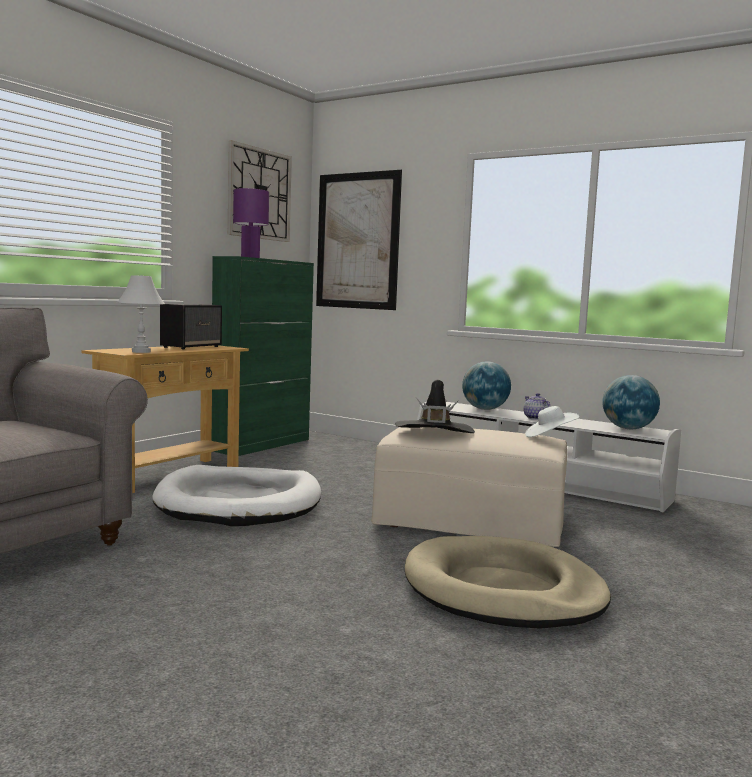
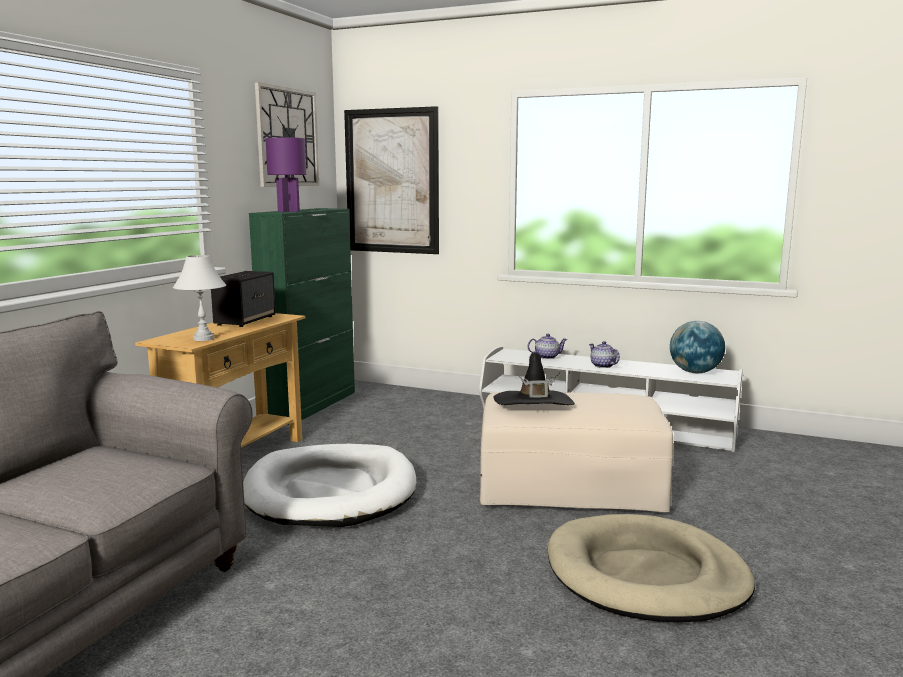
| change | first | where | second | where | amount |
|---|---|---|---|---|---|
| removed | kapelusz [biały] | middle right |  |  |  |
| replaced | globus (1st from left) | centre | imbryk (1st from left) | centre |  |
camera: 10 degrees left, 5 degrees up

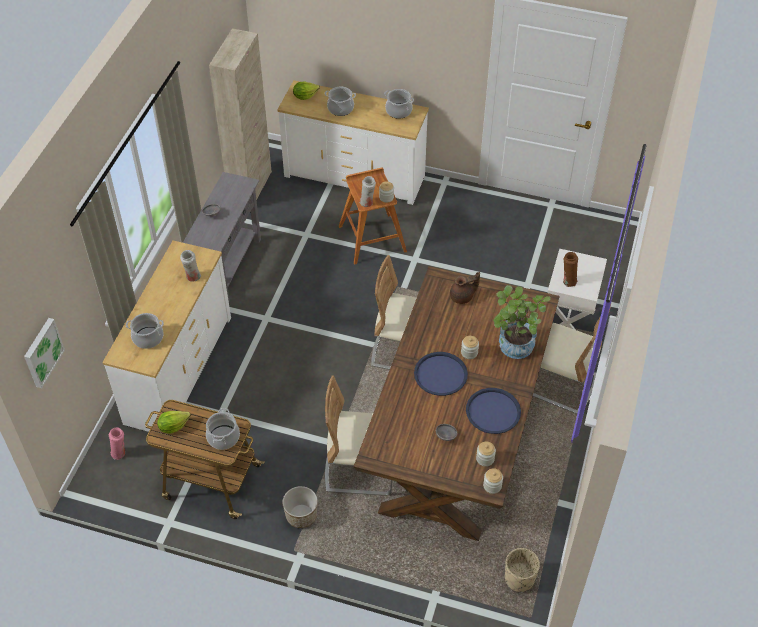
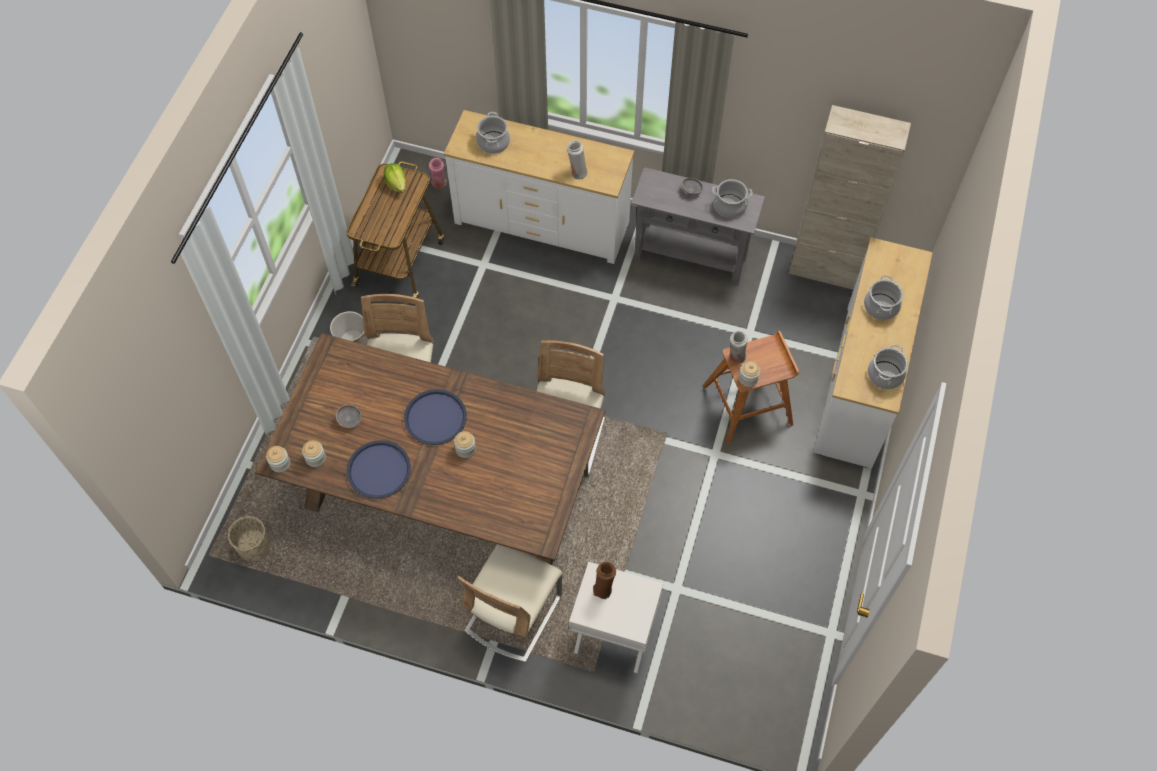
| change | first | where | second | where | amount |
|---|---|---|---|---|---|
| removed | obraz | middle left |  |  |  |
| removed | sałata (2nd from left) | top centre |  |  |  |
| removed | imbryk [brązowy] | centre |  |  |  |
| removed | roślina doniczkowa | middle right |  |  |  |
| moved | garnek (2nd from left) | bottom left |  | top centre |  |
camera: 90 degrees right, 10 degrees up

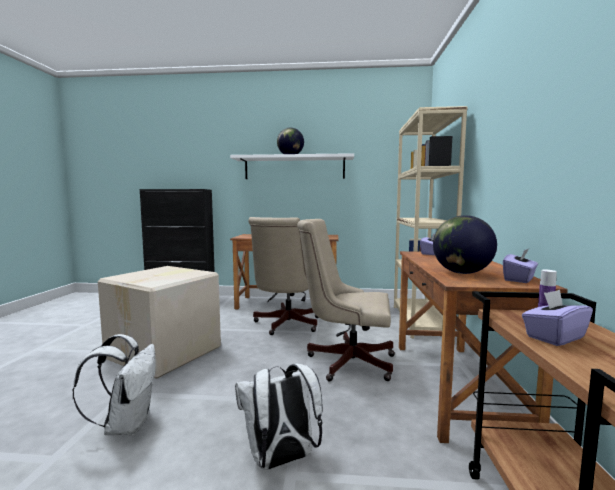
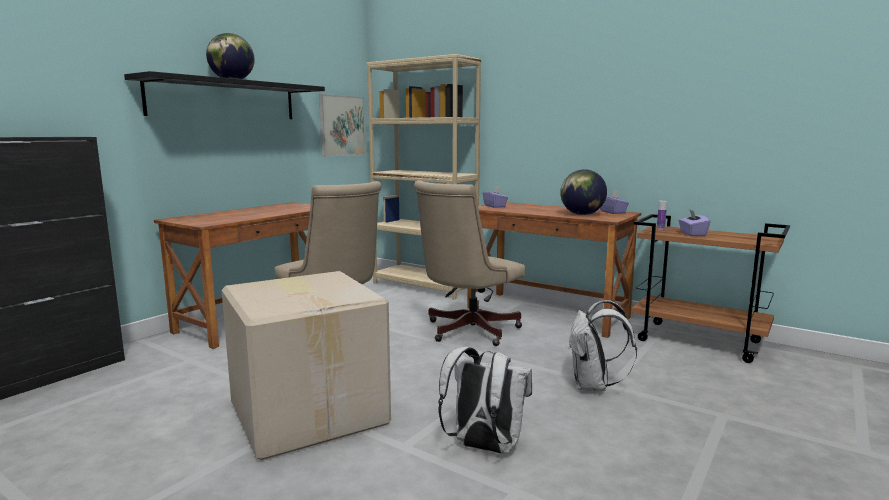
| change | first | where | second | where | amount |
|---|---|---|---|---|---|
| added |  |  | obraz | top centre |  |
| recoloured | półka [biały] | centre | półka [czarny] | top left |  |
camera: 60 degrees left, 5 degrees up

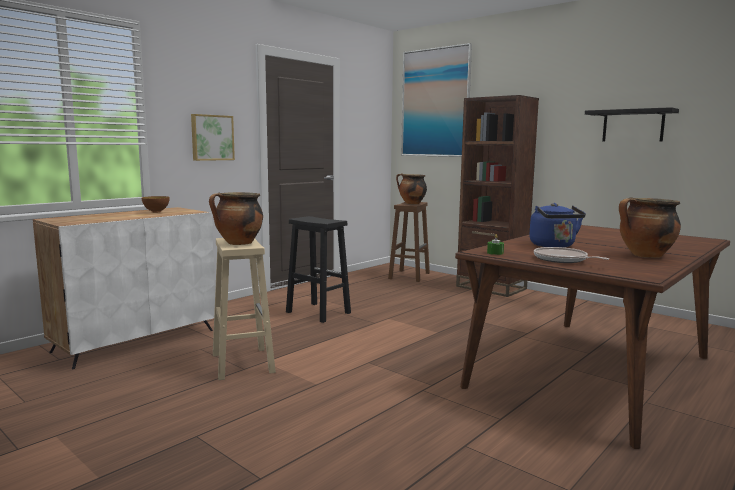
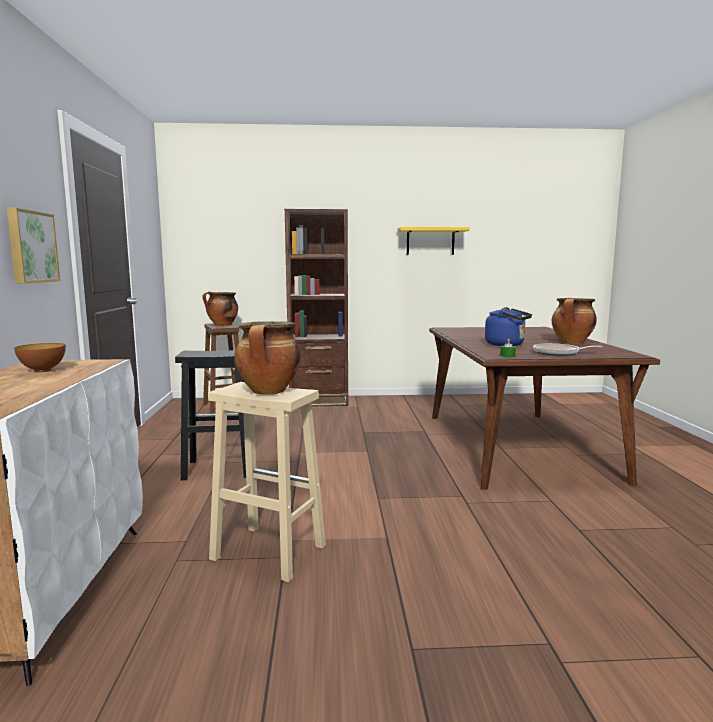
| change | first | where | second | where | amount |
|---|---|---|---|---|---|
| removed | obraz (2nd from left) | top centre |  |  |  |
| recoloured | półka [czarny] | top right | półka [żółty] | centre |  |
camera: 45 degrees left, 0 degrees up

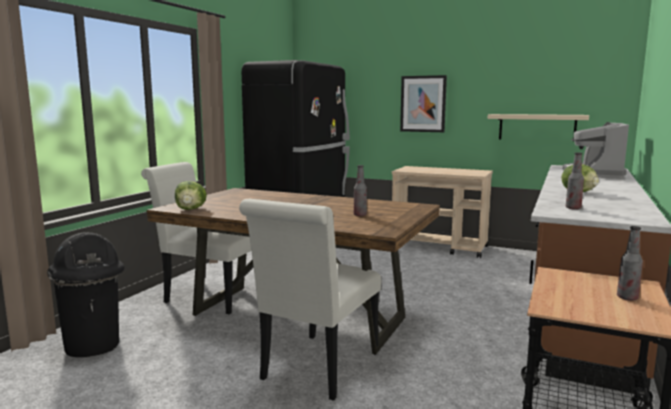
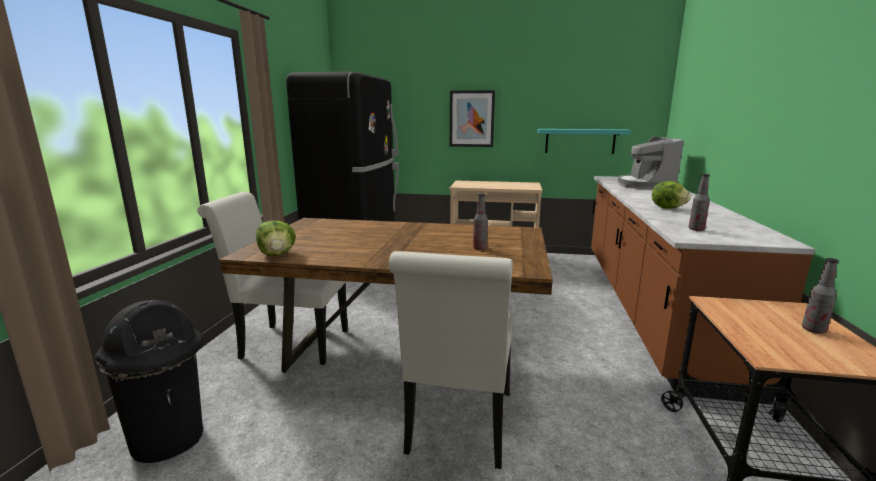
| change | first | where | second | where | amount |
|---|---|---|---|---|---|
| recoloured | półka [beżowy] | top right | półka [turkusowy] | top right |  |
camera: 15 degrees left, 5 degrees up

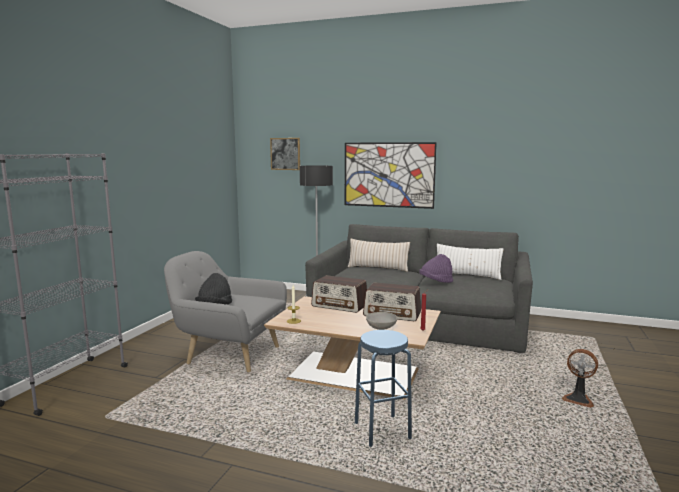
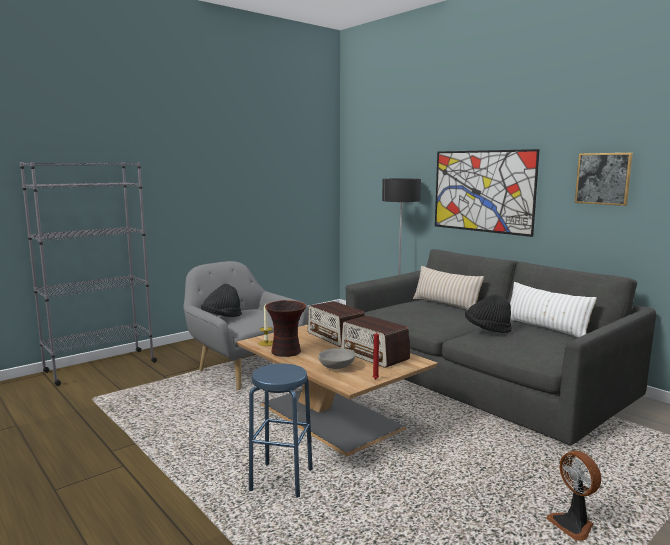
| change | first | where | second | where | amount |
|---|---|---|---|---|---|
| added |  |  | wazon | centre |  |
| moved | obraz (1st from left in the first image) | top centre | obraz (2nd from left) | top right |  |
| recoloured | kapelusz [fioletowy] | centre | kapelusz [czarny] (2nd from left) | middle right |  |
camera: 30 degrees right, 0 degrees up

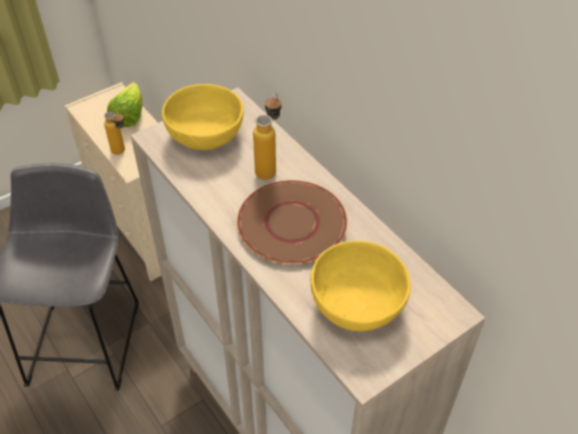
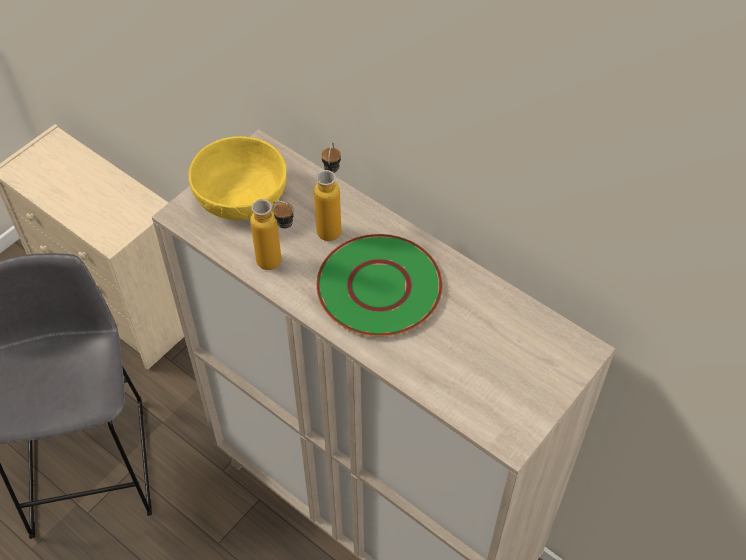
| change | first | where | second | where | amount |
|---|---|---|---|---|---|
| removed | sałata | top left |  |  |  |
| removed | miska [żółty] (2nd from left) | centre |  |  |  |
| moved | butelka (1st from left) | top left |  | centre |  |
| recoloured | talerz [brązowy] | centre | talerz [zielony] | centre |  |
camera: 15 degrees left, 5 degrees up

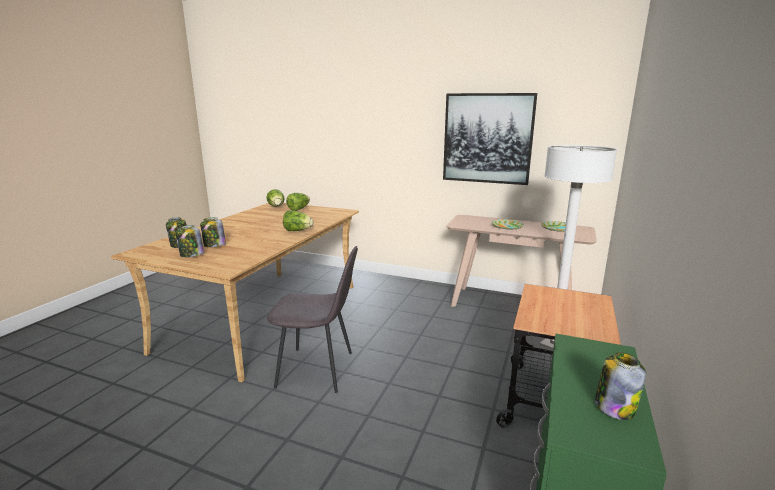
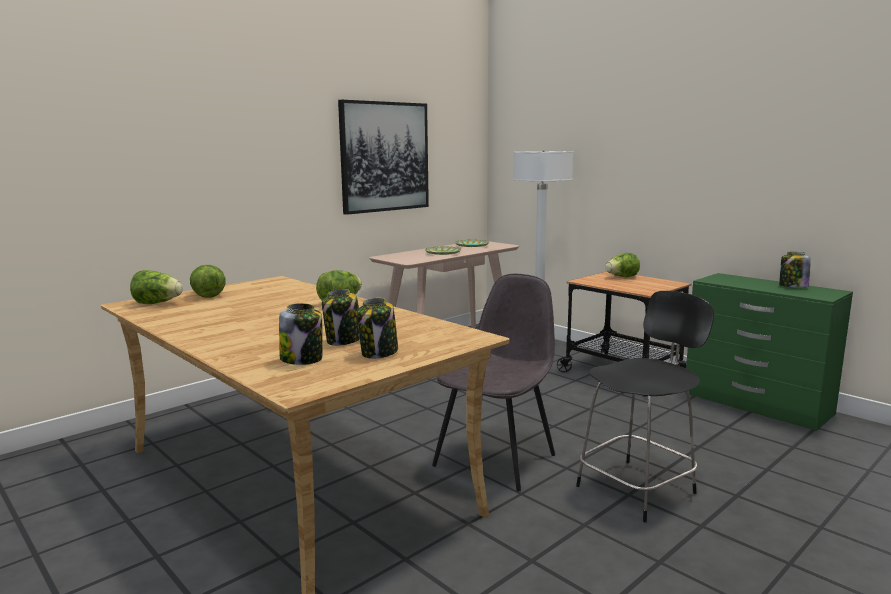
| change | first | where | second | where | amount |
|---|---|---|---|---|---|
| added |  |  | stołek [czarny] | bottom right |  |
| added |  |  | sałata (4th from left) | middle right |  |
camera: 65 degrees left, 5 degrees down

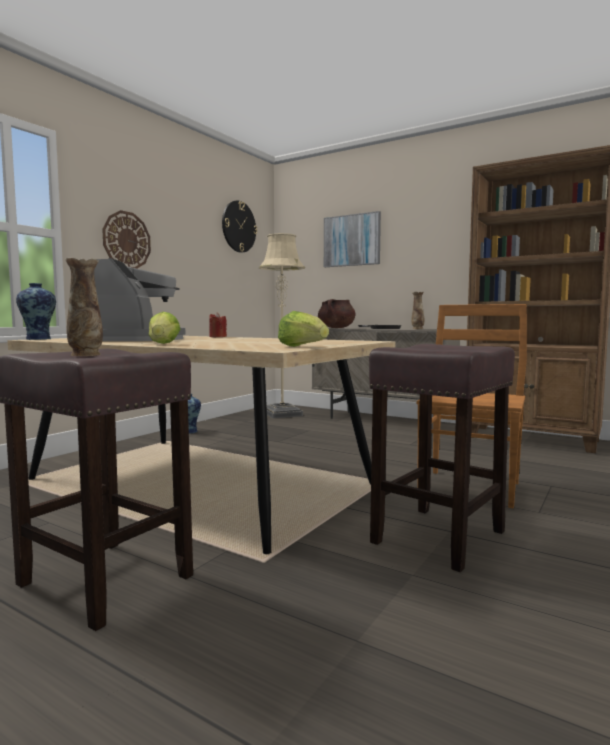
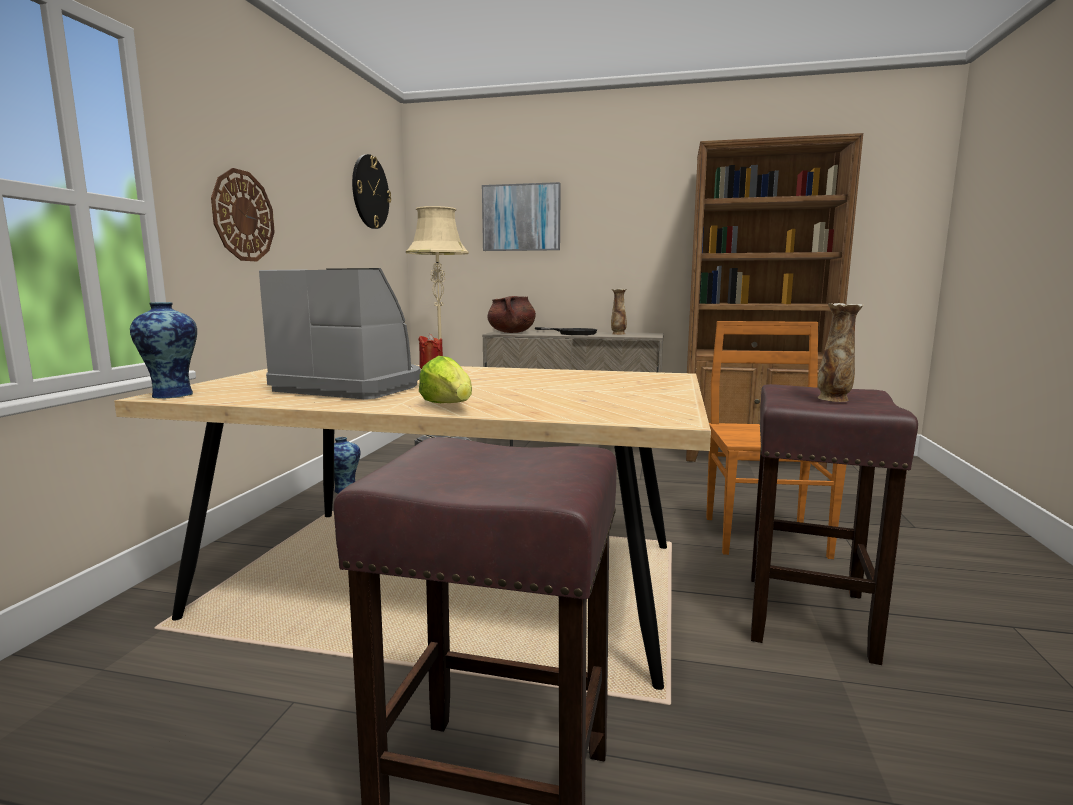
| change | first | where | second | where | amount |
|---|---|---|---|---|---|
| removed | sałata (2nd from left) | centre |  |  |  |
| moved | wazon (2nd from left in the first image) | middle left | wazon (4th from left) | middle right |  |
| turned | ekspres do kawy | middle left |  | middle left | 45 degrees counterclockwise |
camera: 20 degrees left, 5 degrees up

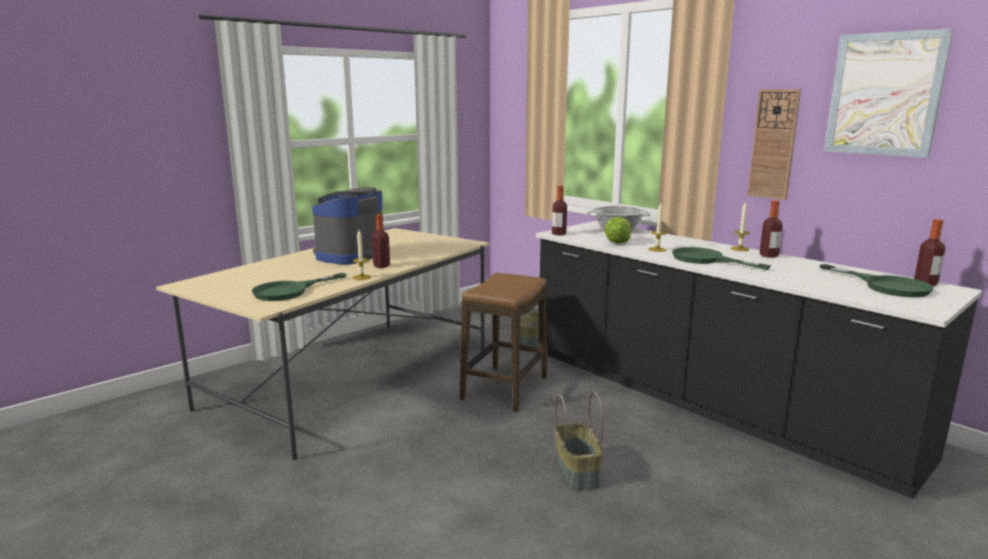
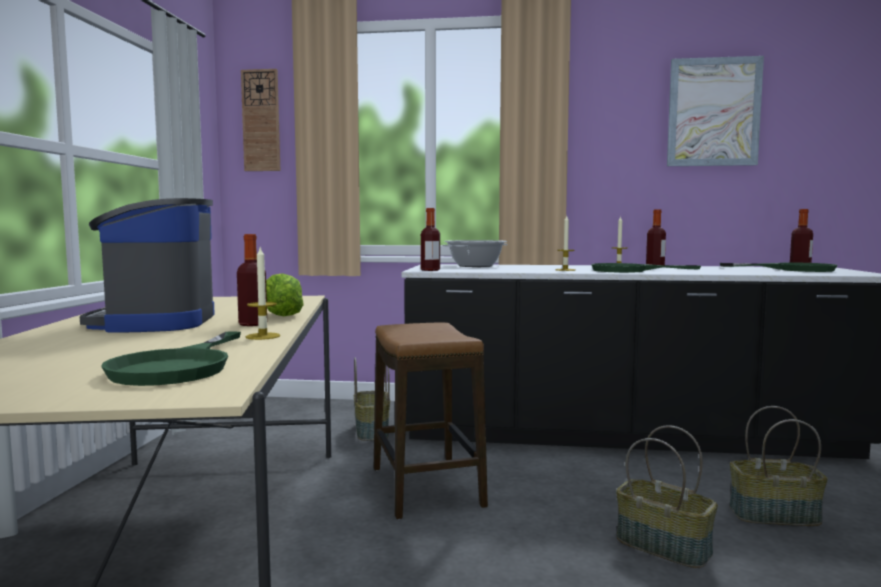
| change | first | where | second | where | amount |
|---|---|---|---|---|---|
| added |  |  | koszyk (3rd from left) | bottom right |  |
| moved | sałata | centre |  | middle left |  |
| moved | zegar ścienny | top right |  | top left |  |
camera: 40 degrees left, 10 degrees down

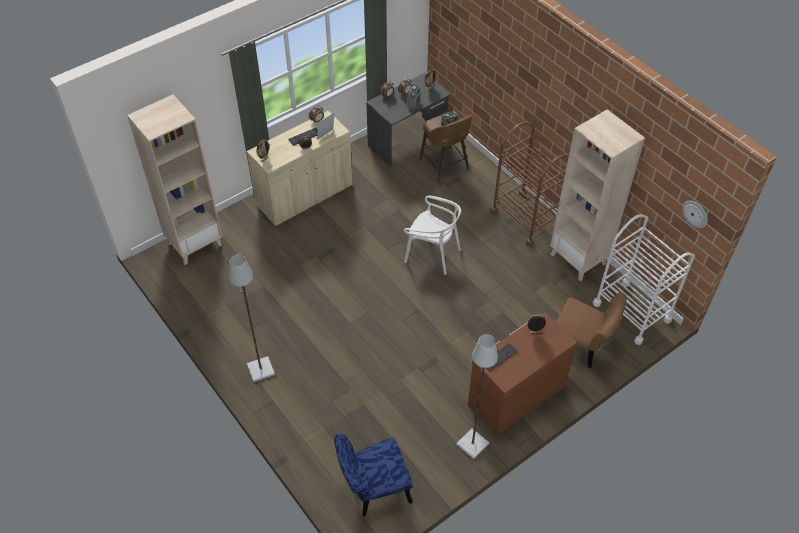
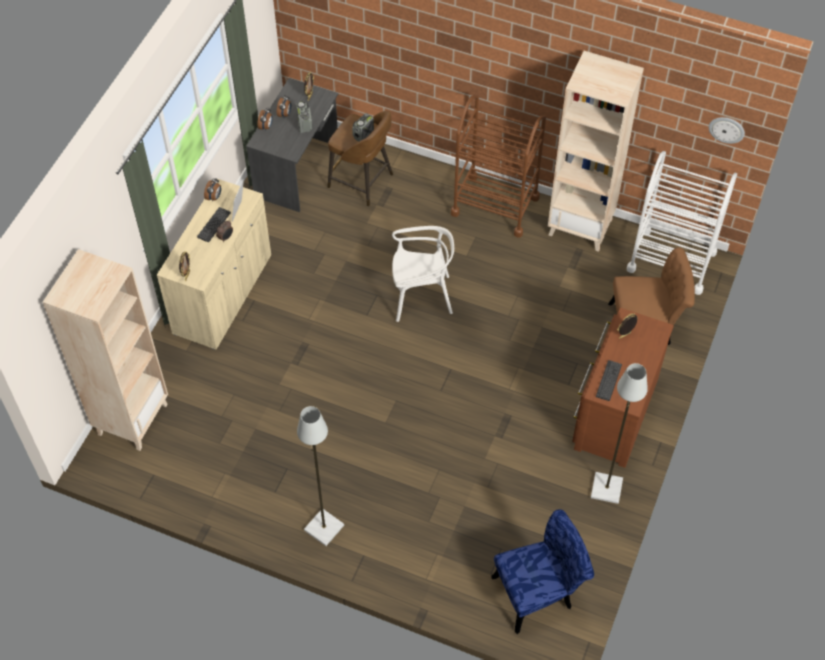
| change | first | where | second | where | amount |
|---|---|---|---|---|---|
| turned | krzesło [niebieski] | bottom centre |  | bottom centre | 150 degrees counterclockwise |
camera: 30 degrees left, 5 degrees up

